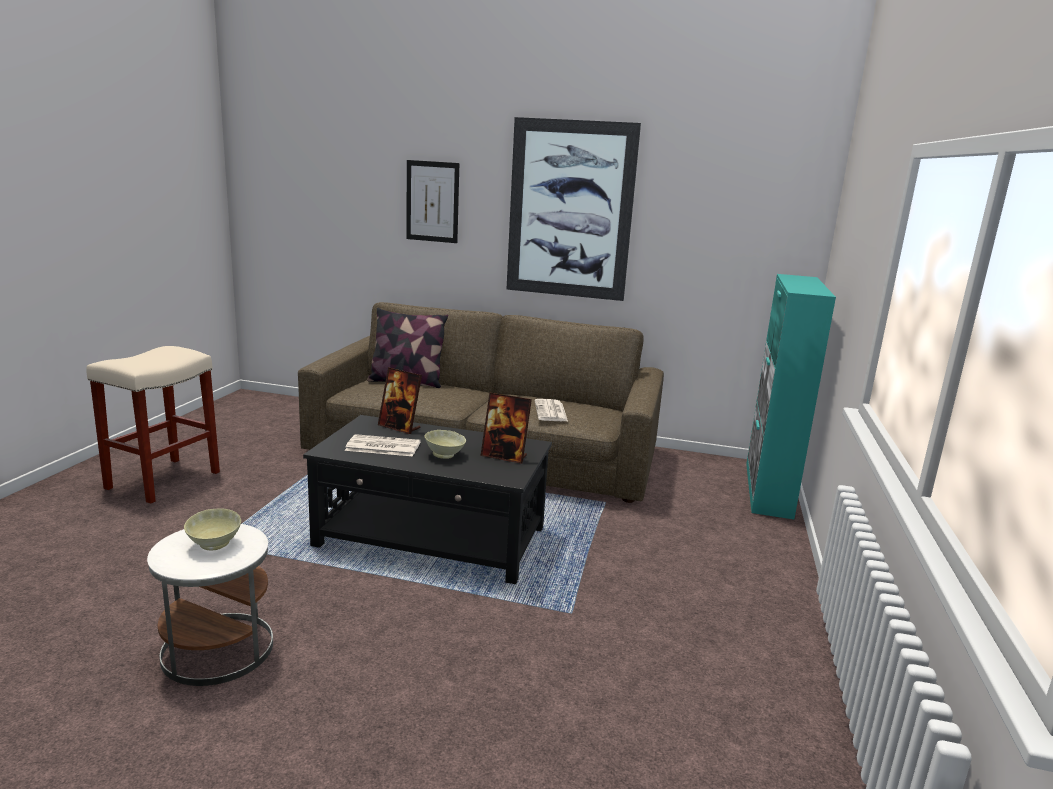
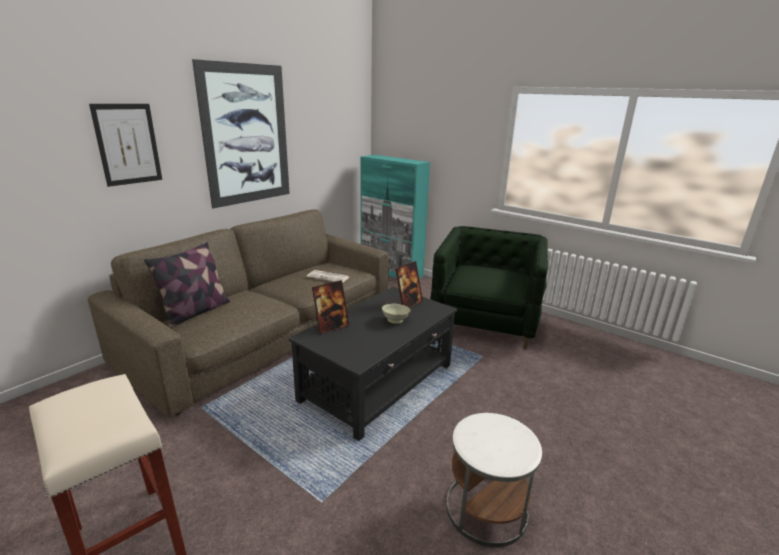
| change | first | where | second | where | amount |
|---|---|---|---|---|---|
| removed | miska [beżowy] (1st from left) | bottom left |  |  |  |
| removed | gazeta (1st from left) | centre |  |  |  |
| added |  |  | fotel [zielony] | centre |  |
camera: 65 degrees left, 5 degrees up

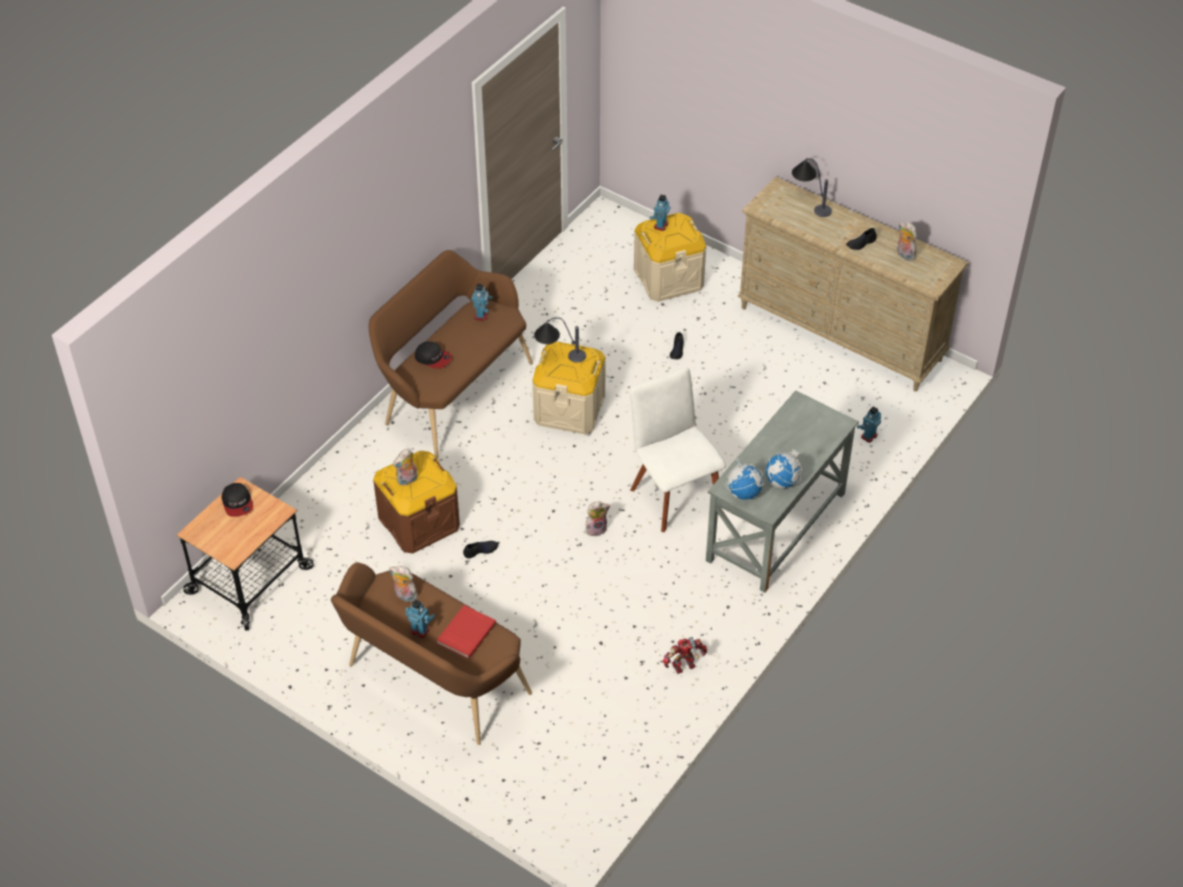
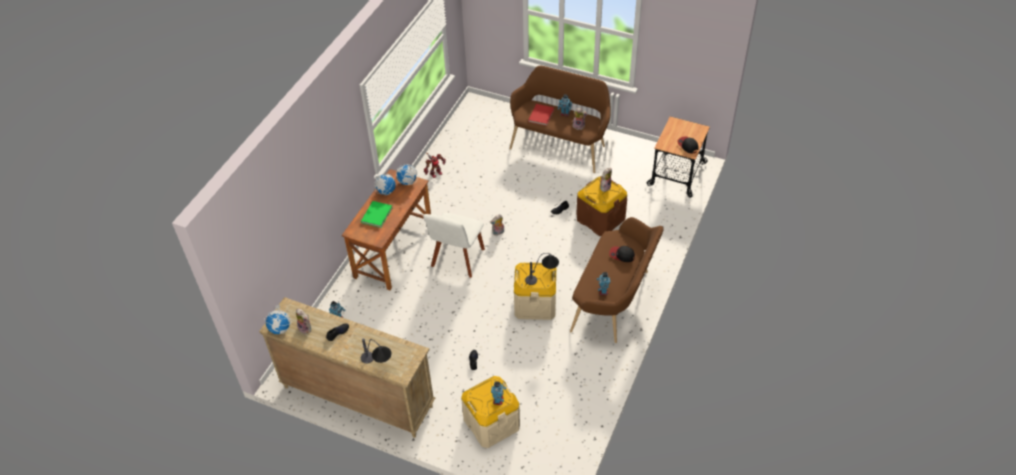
| change | first | where | second | where | amount |
|---|---|---|---|---|---|
| added |  |  | globus (1st from left) | bottom left |  |
| added |  |  | książka [zielony] | centre |  |
| recoloured | biurko [szary] | centre | biurko [brązowy] | centre |  |
| turned | krzesło [biały] | centre |  | centre | 60 degrees clockwise |
camera: 170 degrees right, 0 degrees up

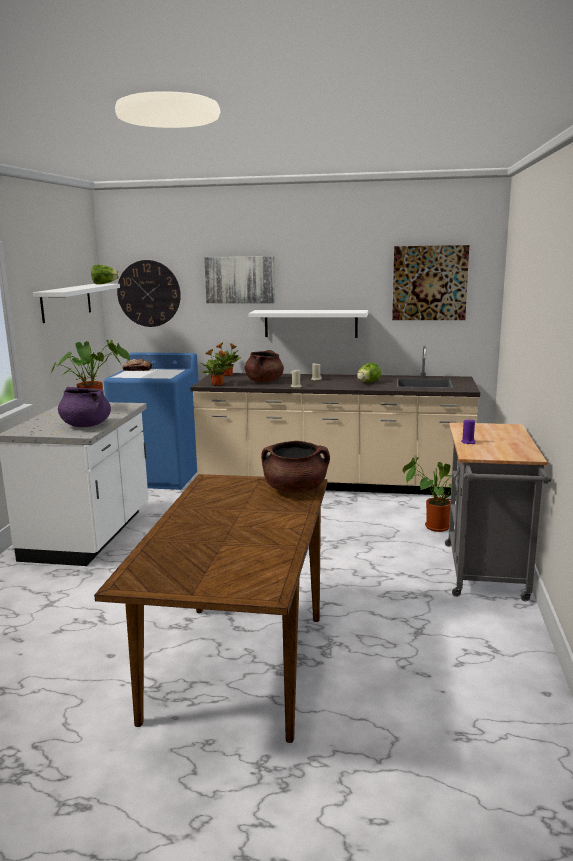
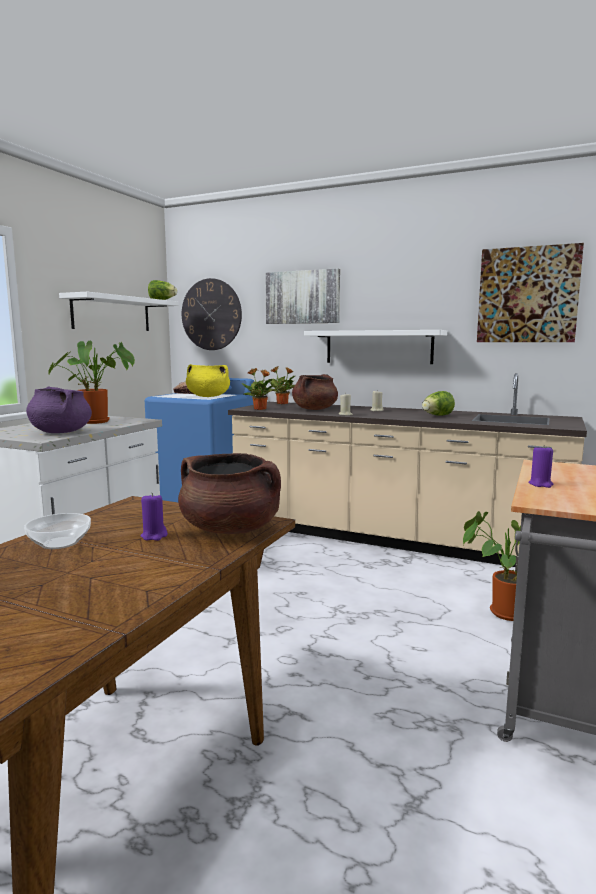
| change | first | where | second | where | amount |
|---|---|---|---|---|---|
| added |  |  | miska | middle left |  |
| added |  |  | świeca [fioletowy] (1st from left) | middle left |  |
| added |  |  | garnek [żółty] | centre |  |
camera: 15 degrees right, 5 degrees down

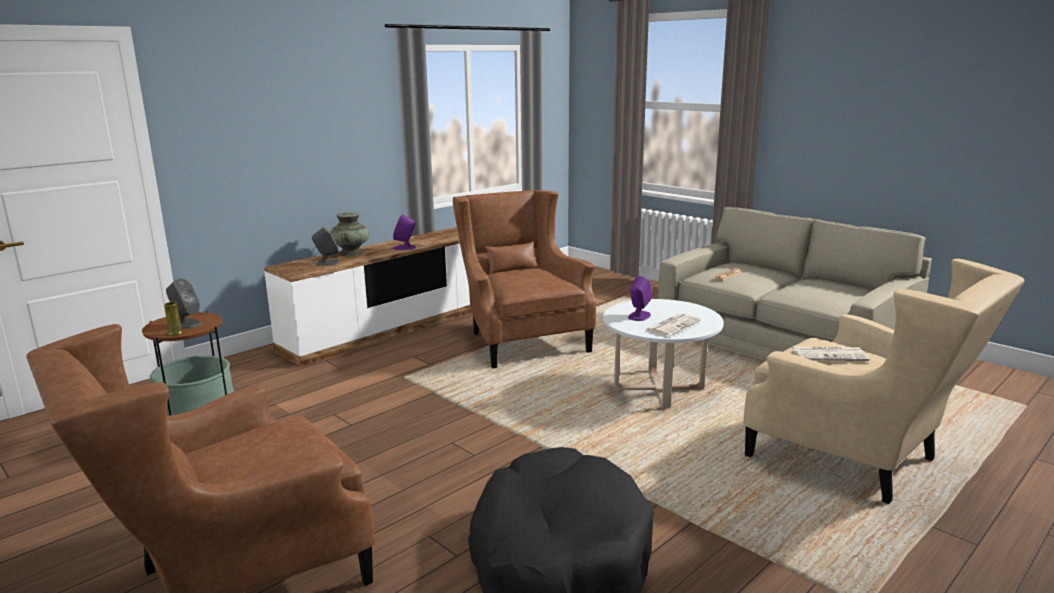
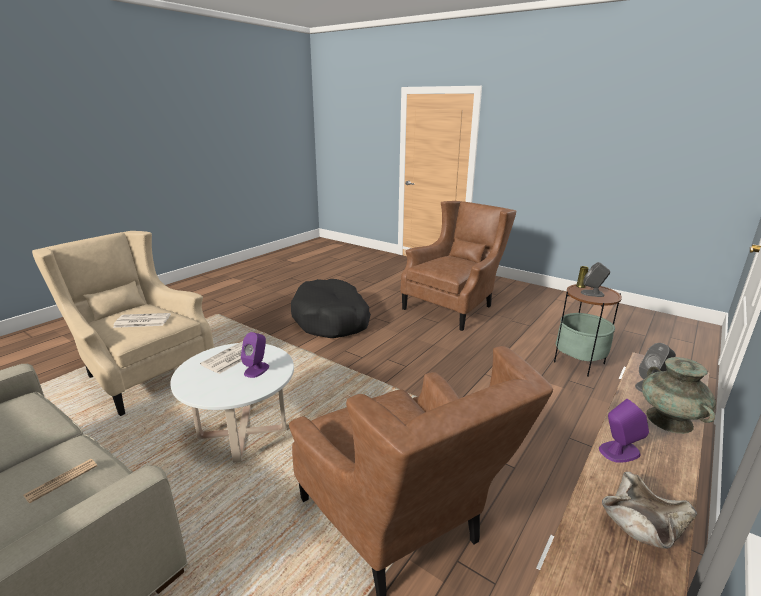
| change | first | where | second | where | amount |
|---|---|---|---|---|---|
| added |  |  | miska [beżowy] | bottom right |  |
camera: 170 degrees right, 5 degrees up

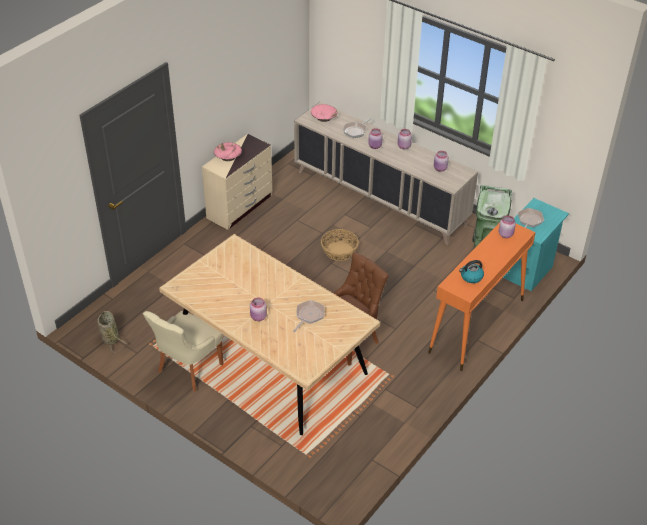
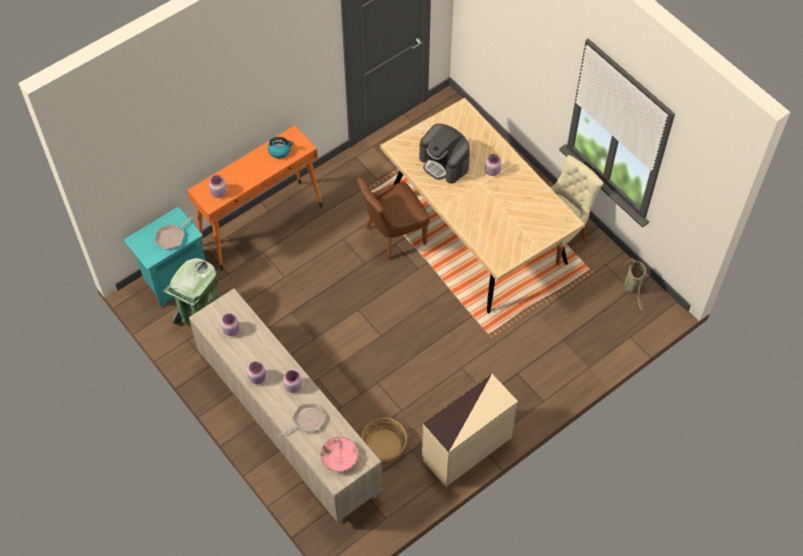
| change | first | where | second | where | amount |
|---|---|---|---|---|---|
| removed | miska [różowy] (1st from left) | top centre |  |  |  |
| moved | koszyk (2nd from left in the first image) | centre | koszyk (1st from left) | bottom centre |  |
| replaced | patelnia (1st from left) | centre | ekspres do kawy | top centre |  |
camera: 165 degrees left, 15 degrees up

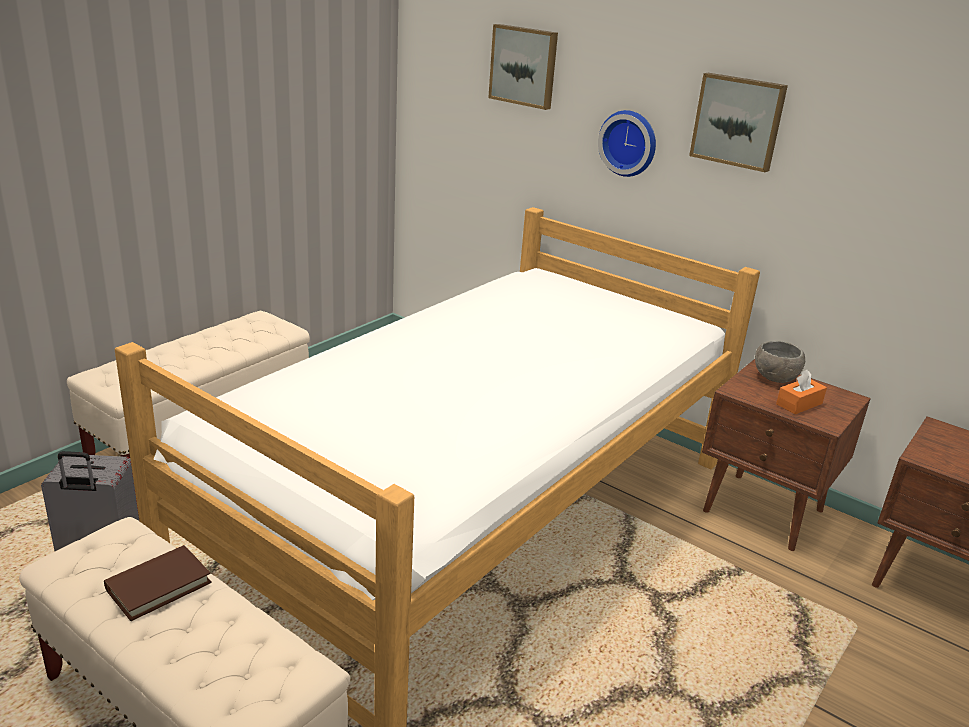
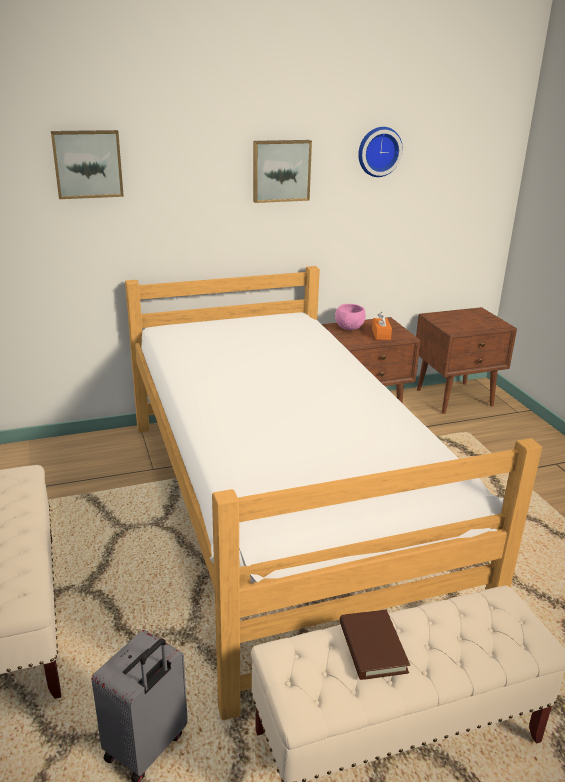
| change | first | where | second | where | amount |
|---|---|---|---|---|---|
| moved | zegar ścienny | top centre |  | top right |  |
| recoloured | miska [szary] | middle right | miska [różowy] | centre |  |
camera: 55 degrees left, 0 degrees up

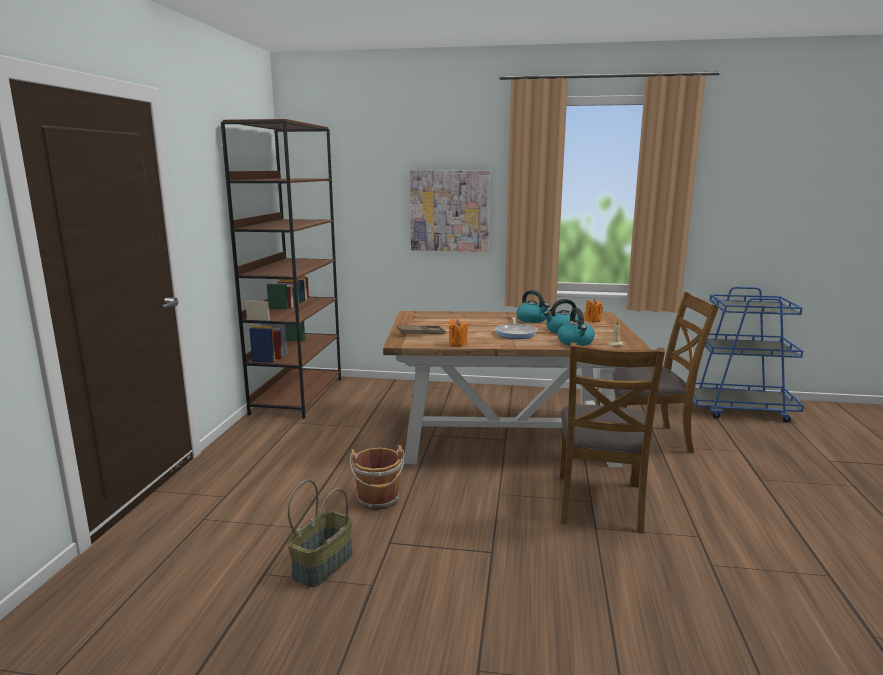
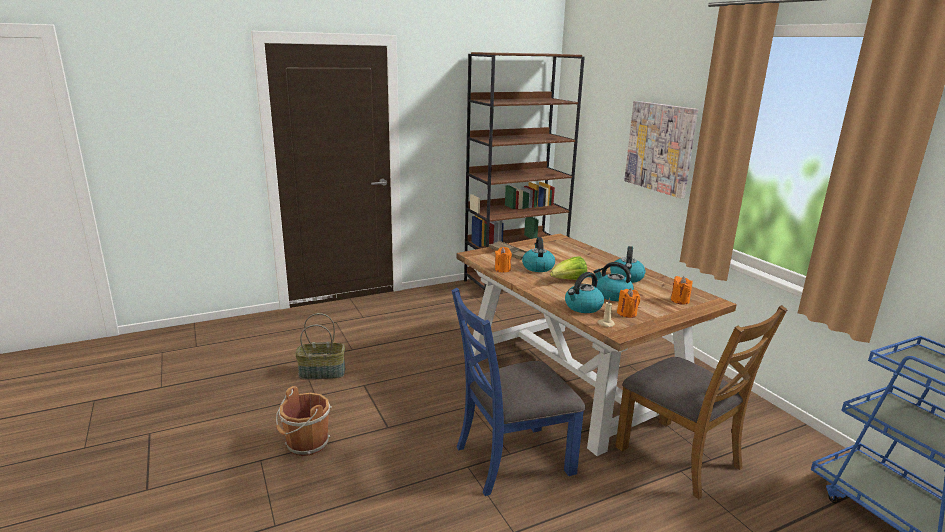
| change | first | where | second | where | amount |
|---|---|---|---|---|---|
| added |  |  | czajnik (1st from left) | centre |  |
| added |  |  | świeca [pomarańczowy] (2nd from left) | centre |  |
| moved | wiadro [brązowy] | bottom centre |  | bottom left |  |
| replaced | patelnia | centre | sałata | centre |  |
| recoloured | krzesło [brązowy] (1st from left) | middle right | krzesło [niebieski] | bottom centre |  |
camera: 55 degrees right, 5 degrees up

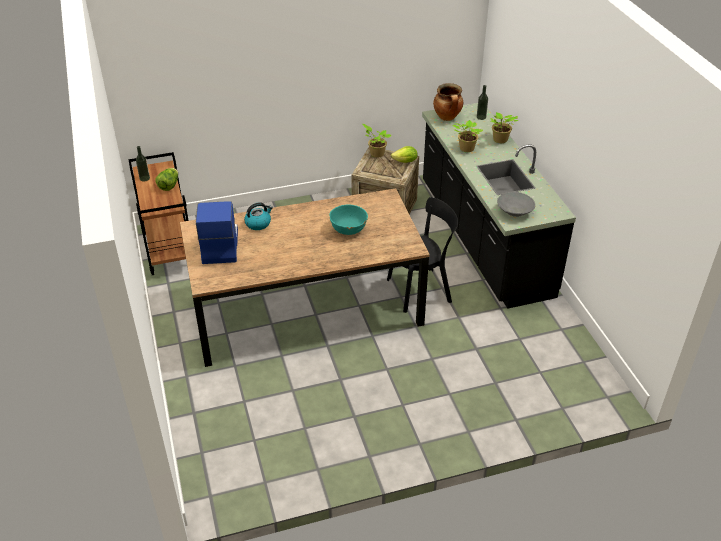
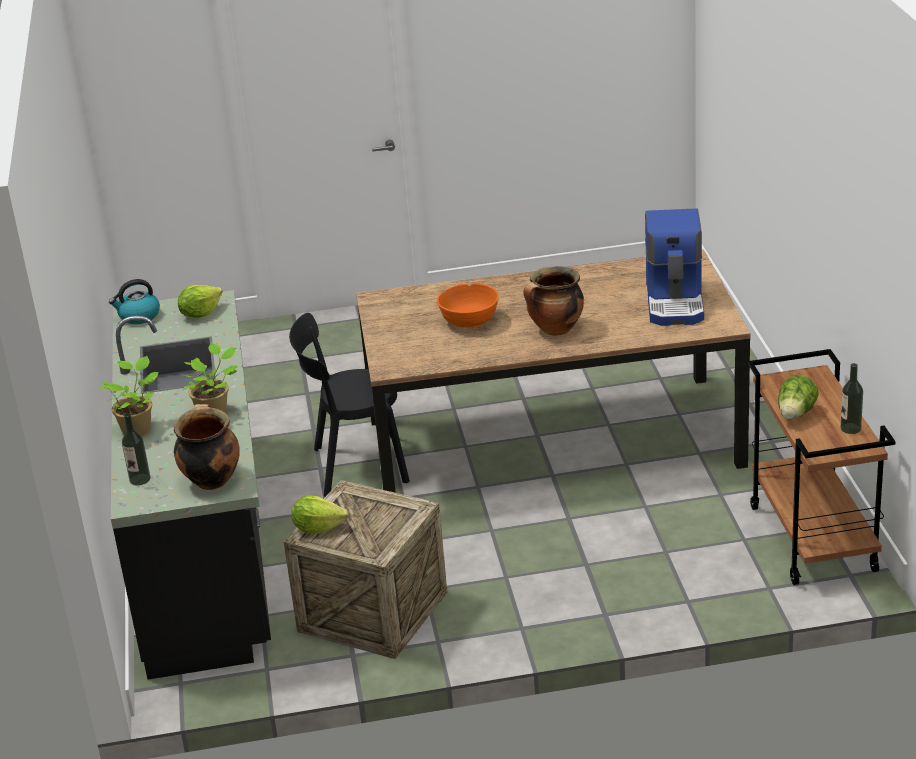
| change | first | where | second | where | amount |
|---|---|---|---|---|---|
| removed | roślina doniczkowa (1st from left) | top centre |  |  |  |
| added |  |  | garnek (2nd from left) | centre |  |
| moved | czajnik | centre |  | middle left |  |
| replaced | miska [szary] | middle right | sałata (1st from left) | middle left |  |
| recoloured | miska [turkusowy] | centre | miska [pomarańczowy] | centre |  |
camera: 170 degrees left, 10 degrees down

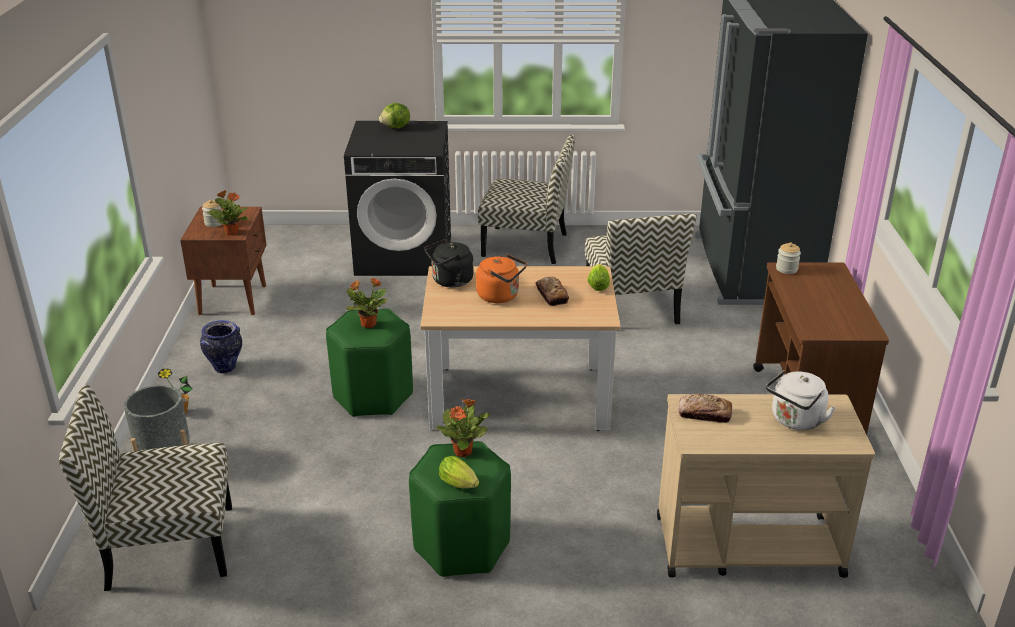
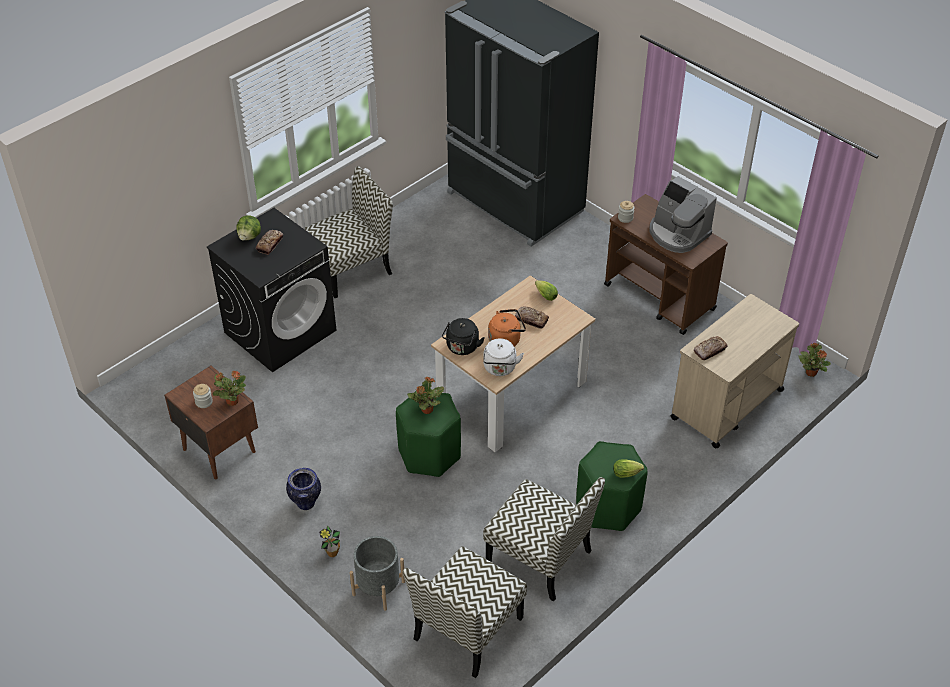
| change | first | where | second | where | amount |
|---|---|---|---|---|---|
| added |  |  | chleb (1st from left) | middle left |  |
| added |  |  | ekspres do kawy | top right |  |
| moved | roślina doniczkowa (4th from left) | bottom centre |  | middle right |  |
| moved | krzesło (3rd from left) | centre |  | bottom centre |  |
| moved | czajnik [biały] | middle right |  | centre |  |
camera: 45 degrees left, 15 degrees up

